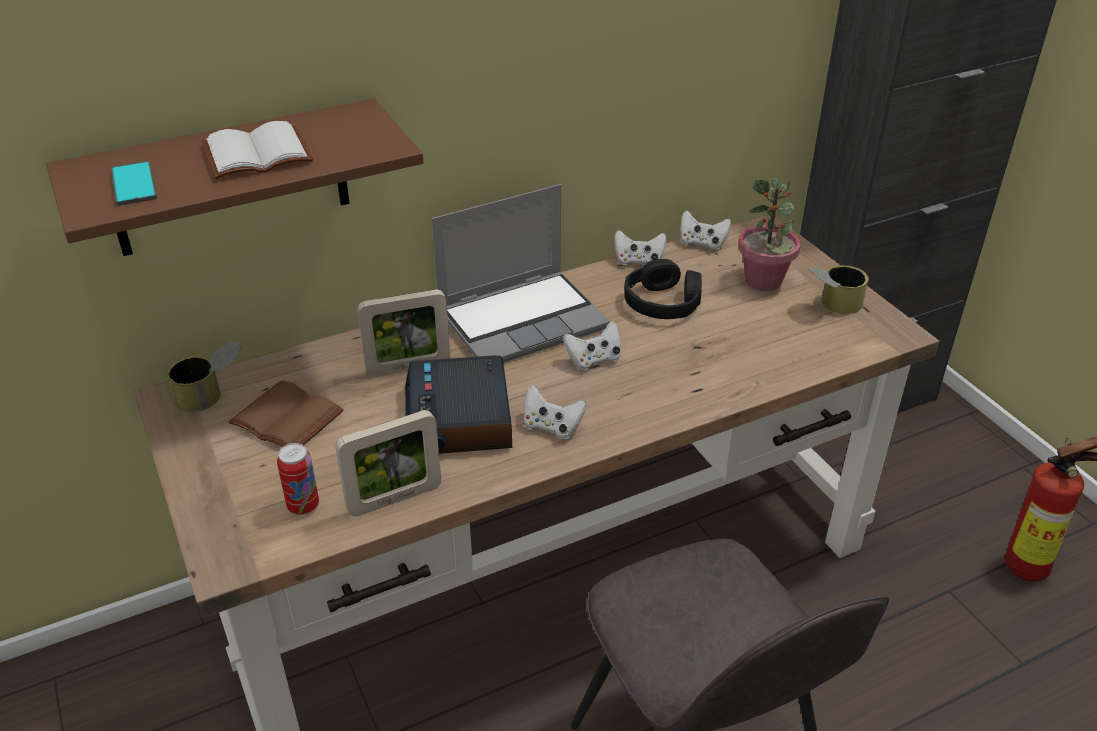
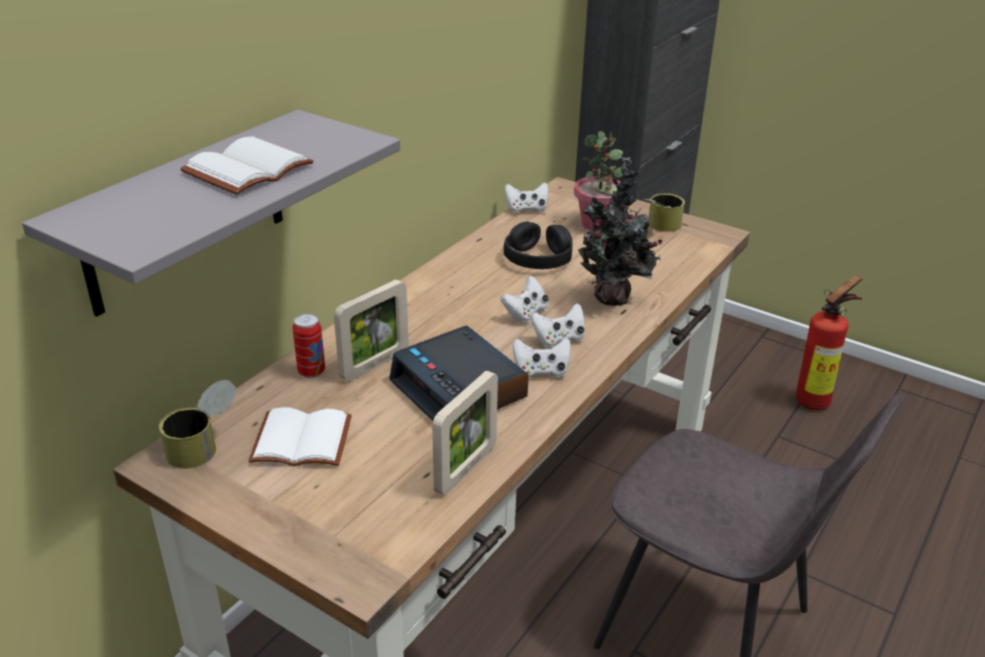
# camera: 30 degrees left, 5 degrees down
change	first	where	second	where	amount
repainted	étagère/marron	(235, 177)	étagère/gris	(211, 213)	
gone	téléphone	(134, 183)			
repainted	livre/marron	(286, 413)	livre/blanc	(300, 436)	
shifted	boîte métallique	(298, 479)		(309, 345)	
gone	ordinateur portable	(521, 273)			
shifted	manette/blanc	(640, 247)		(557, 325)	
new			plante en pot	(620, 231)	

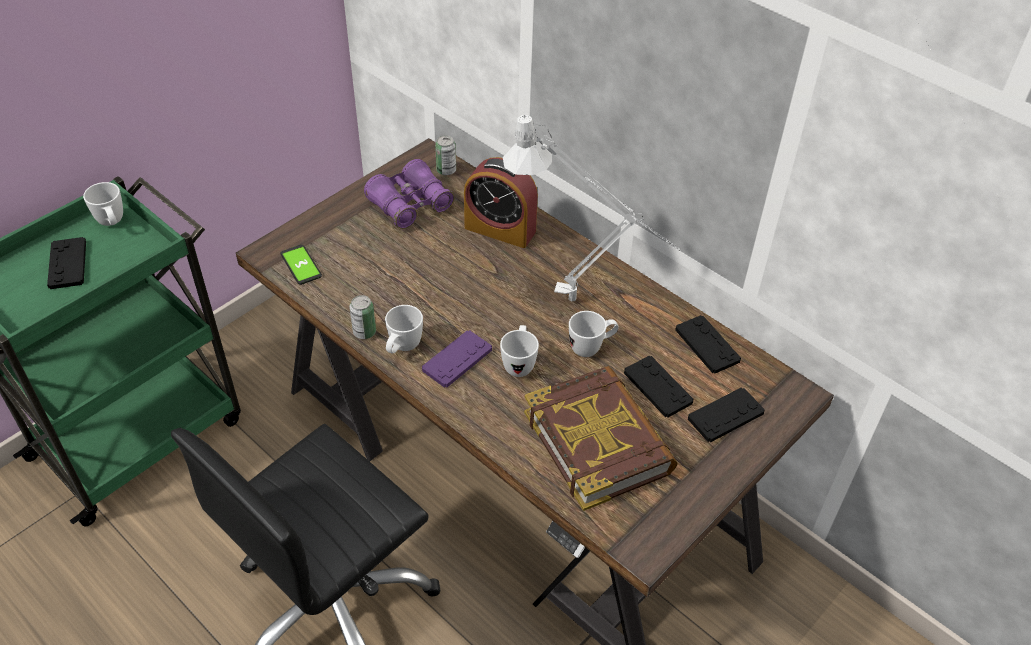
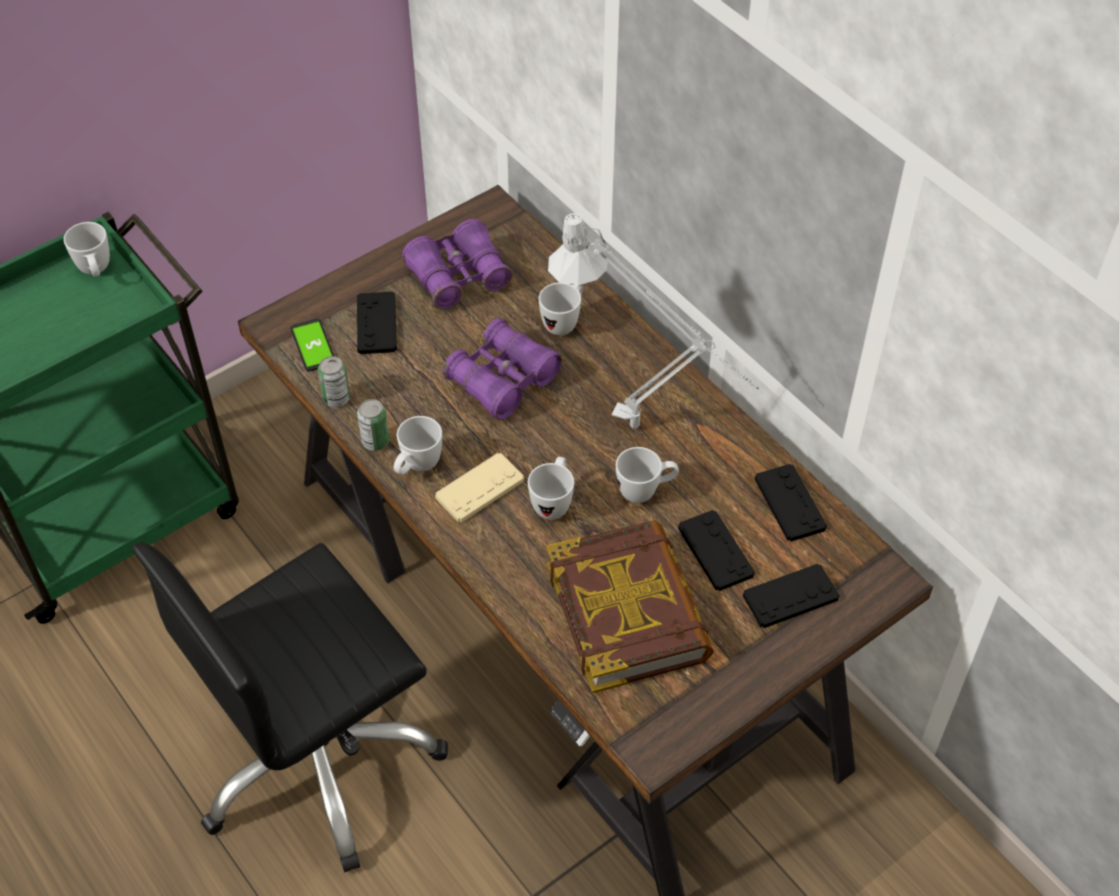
# camera: 10 degrees right, 5 degrees up
change	first	where	second	where	amount
shifted	manette/noir	(66, 263)		(377, 323)	
repainted	manette/violet	(457, 359)	manette/beige	(479, 488)	
shifted	boîte métallique	(445, 155)		(334, 381)	
swapped	réveil	(501, 202)	mug/blanc	(561, 309)	
new			jumelles/violet	(502, 369)	

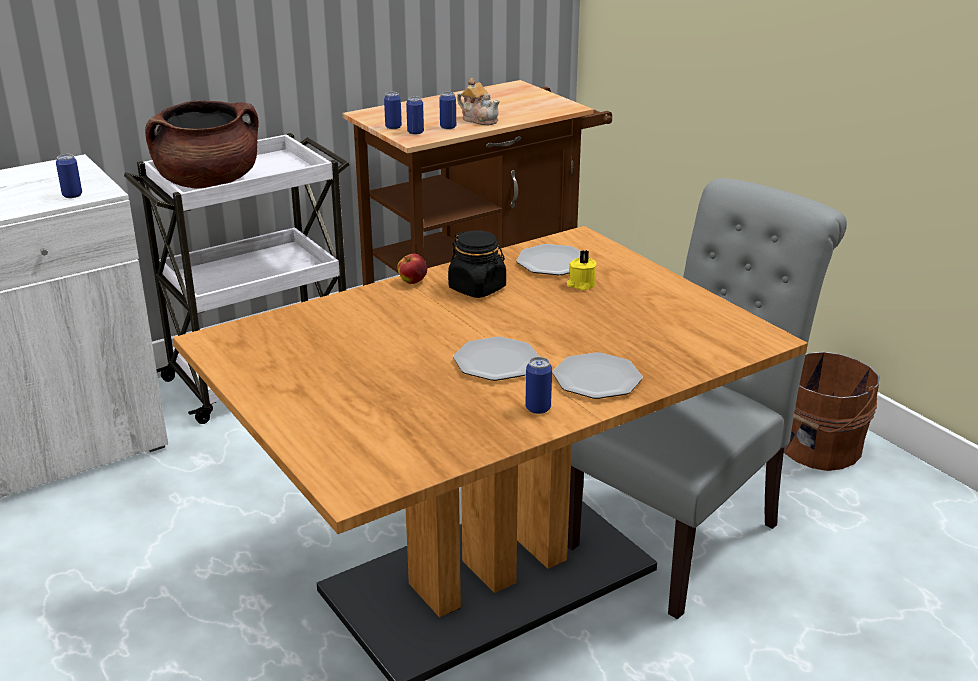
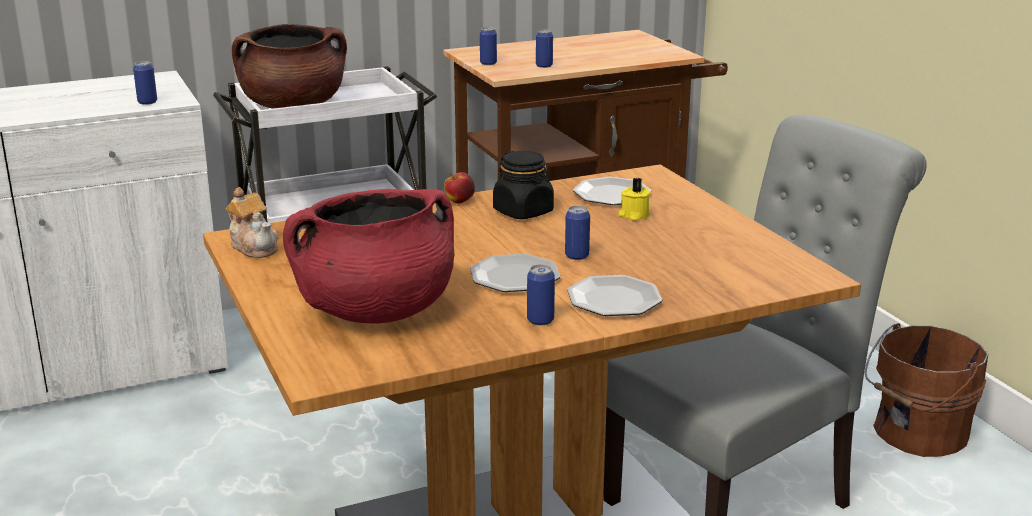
# camera: 10 degrees right, 5 degrees down
change	first	where	second	where	amount
shifted	boîte métallique	(415, 115)		(577, 232)	
shifted	théière	(478, 101)		(252, 222)	
new			marmite/rouge	(368, 256)	

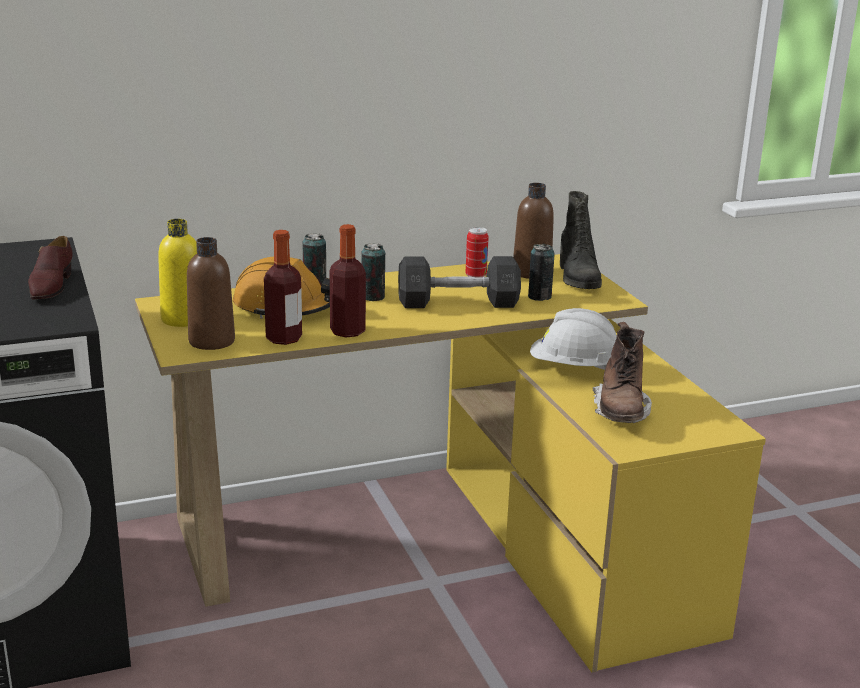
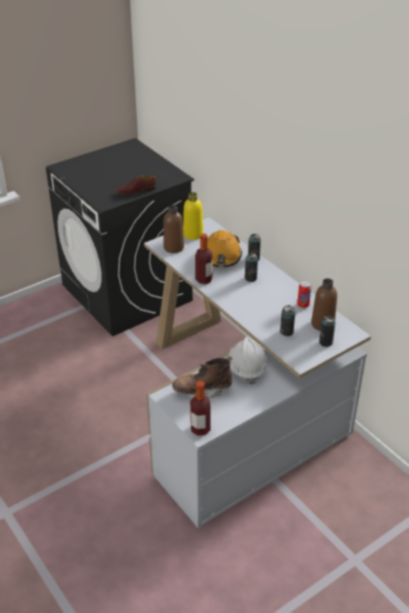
# camera: 75 degrees right, 15 degrees up
change	first	where	second	where	amount
repainted	bureau/jaune	(450, 463)	bureau/blanc	(257, 372)	
shifted	bouteille	(283, 287)		(200, 408)	
gone	haltère/gris	(459, 282)			
swapped	botte/noir	(581, 240)	boîte métallique	(327, 331)	

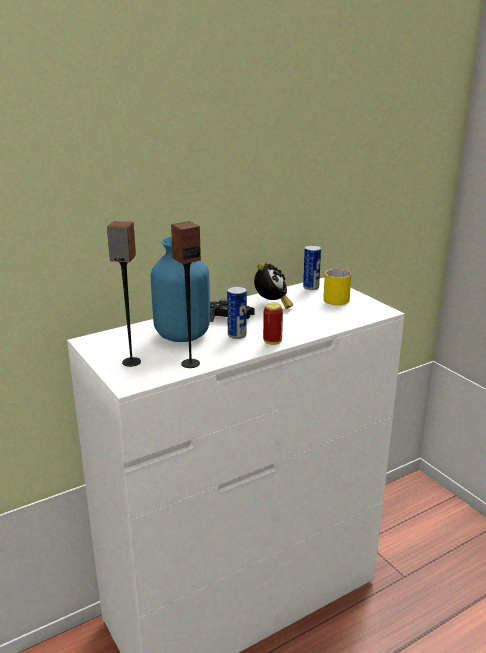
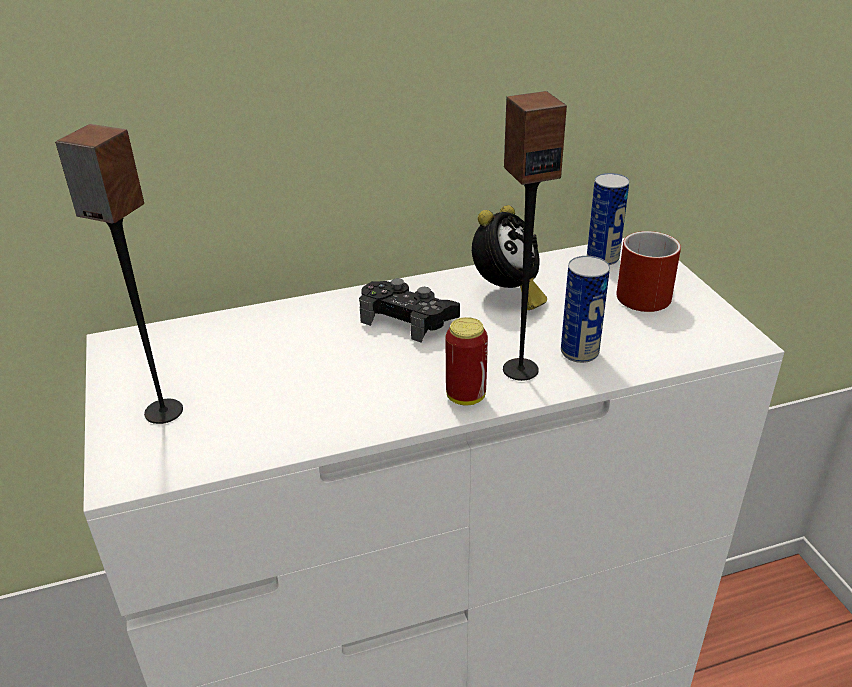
# camera: 15 degrees right, 10 degrees up
change	first	where	second	where	amount
gone	vase/bleu	(180, 289)			
shifted	enceinte	(186, 294)		(535, 236)	
shifted	boîte métallique	(237, 312)		(585, 309)	
repainted	mug/jaune	(337, 287)	mug/rouge	(648, 271)	

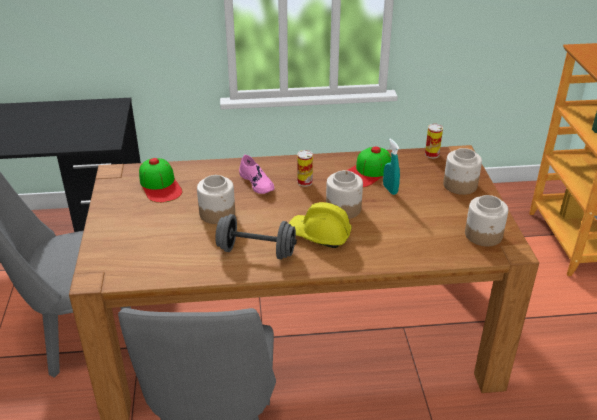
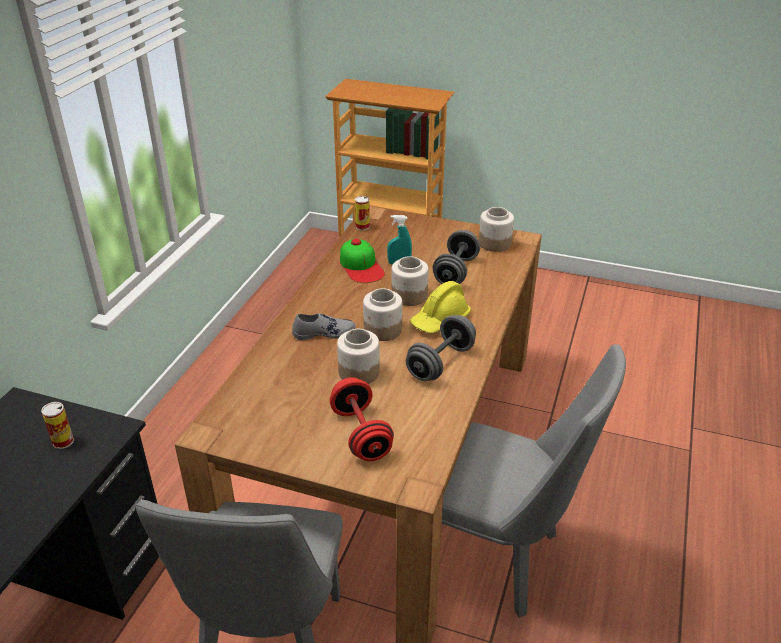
# camera: 65 degrees left, 0 degrees up
change	first	where	second	where	amount
gone	casquette	(160, 180)			
repainted	chaussure/rose	(256, 174)	chaussure/gris	(324, 326)	
shifted	boîte métallique	(305, 168)		(57, 425)	
shifted	bocal	(462, 171)		(382, 314)	
new			haltère/rouge	(362, 419)	
new			haltère/gris	(456, 257)	

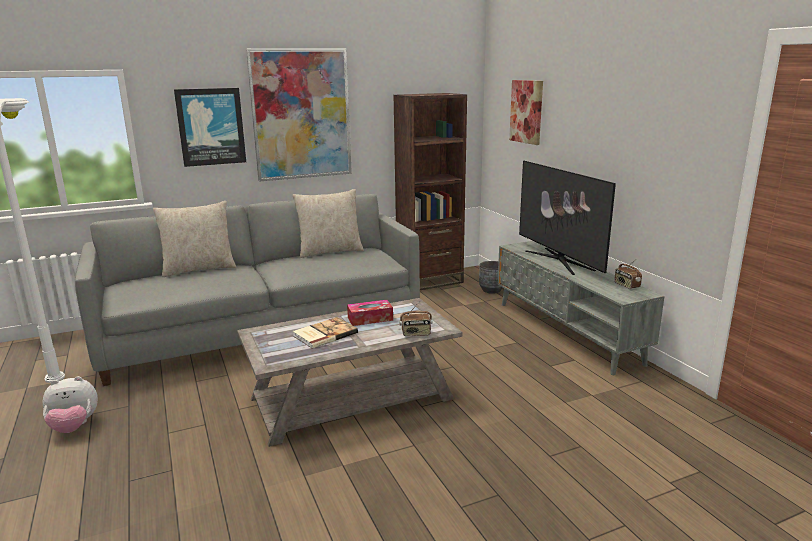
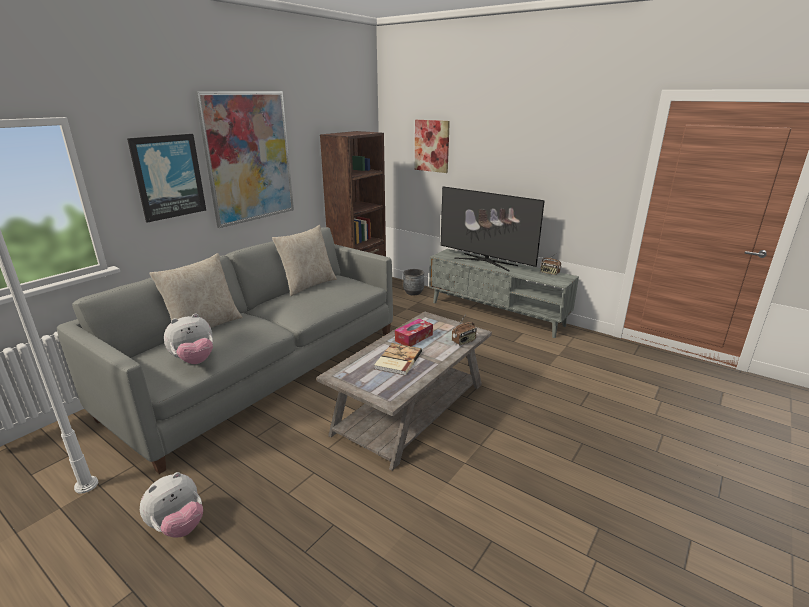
# camera: 30 degrees left, 5 degrees up
change	first	where	second	where	amount
new			peluche	(188, 338)	

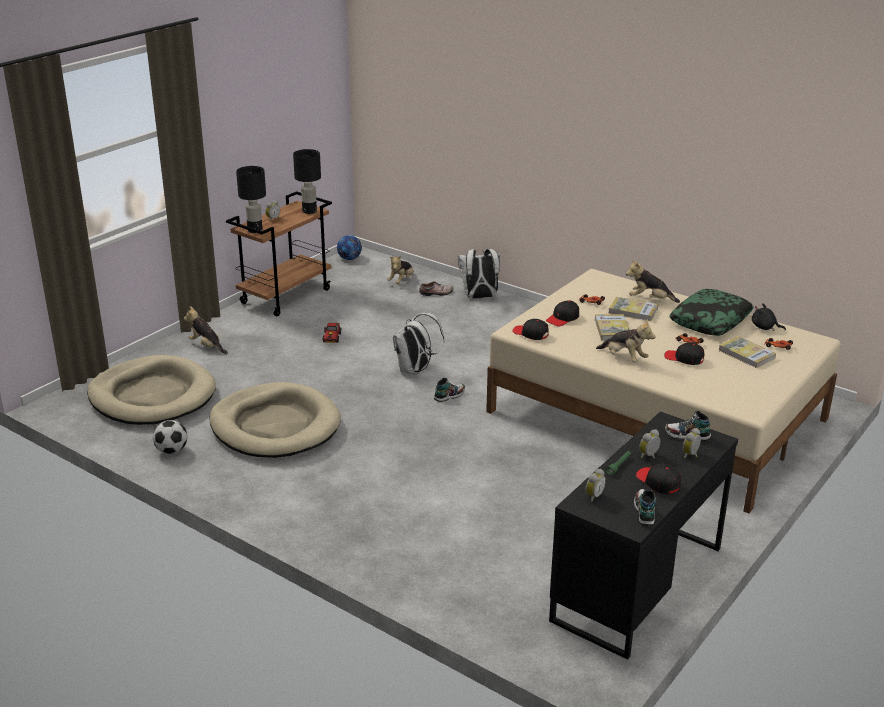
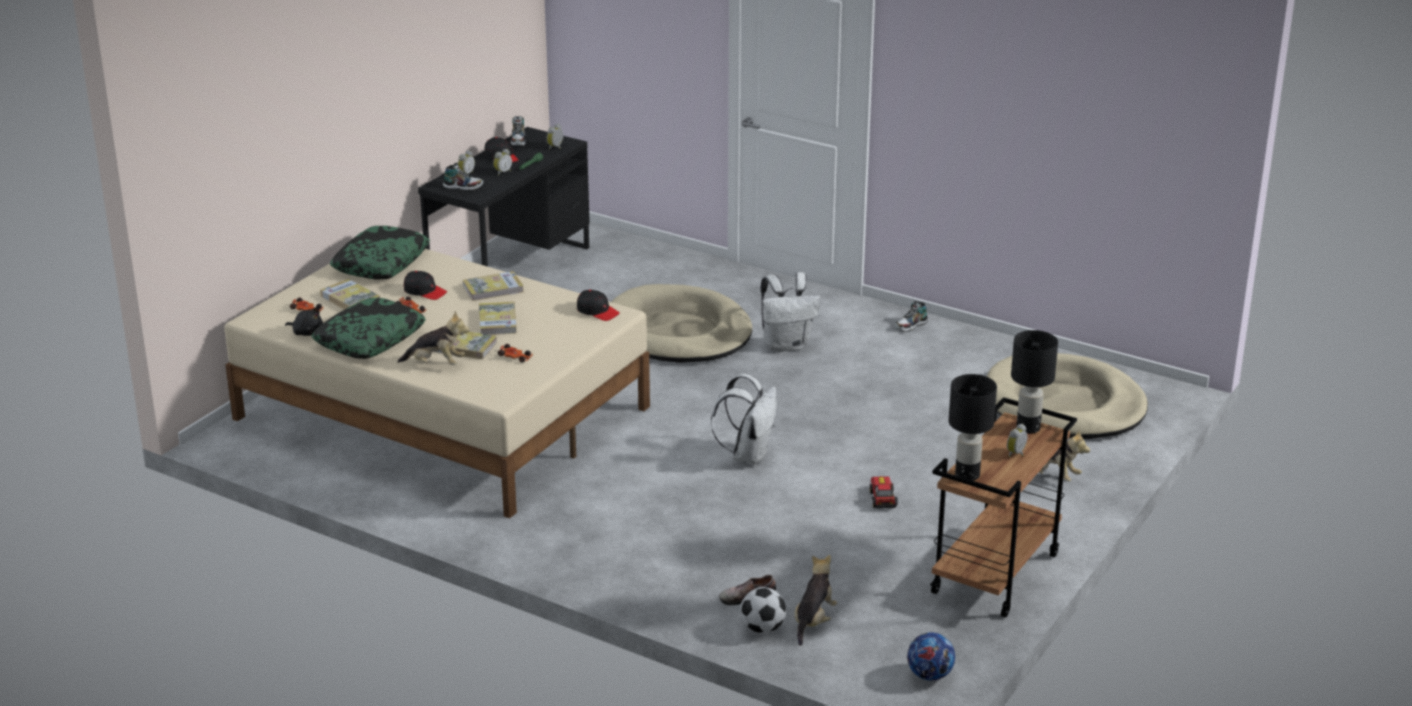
# camera: 175 degrees right, 0 degrees up
change	first	where	second	where	amount
shifted	ballon de foot	(170, 437)		(763, 610)	
shifted	panier pour chien/beige	(275, 420)		(681, 323)	
shifted	chaussure	(449, 390)		(911, 316)	
shifted	sac à dos/blanc	(479, 274)		(791, 312)	
gone	casquette/noir	(562, 314)			
swapped	peluche	(626, 340)	livre	(493, 286)	
new			coussin	(380, 252)	

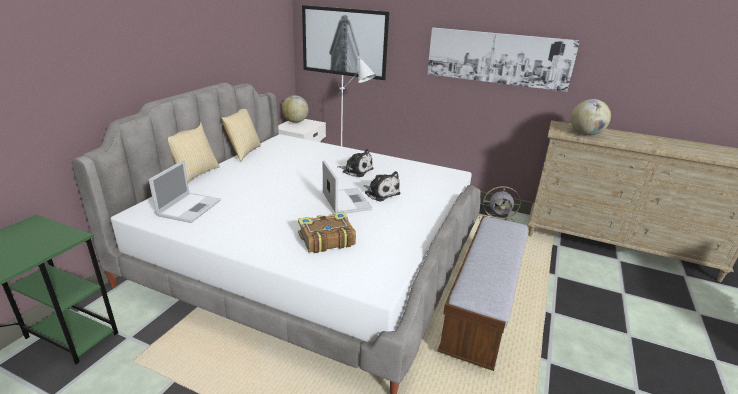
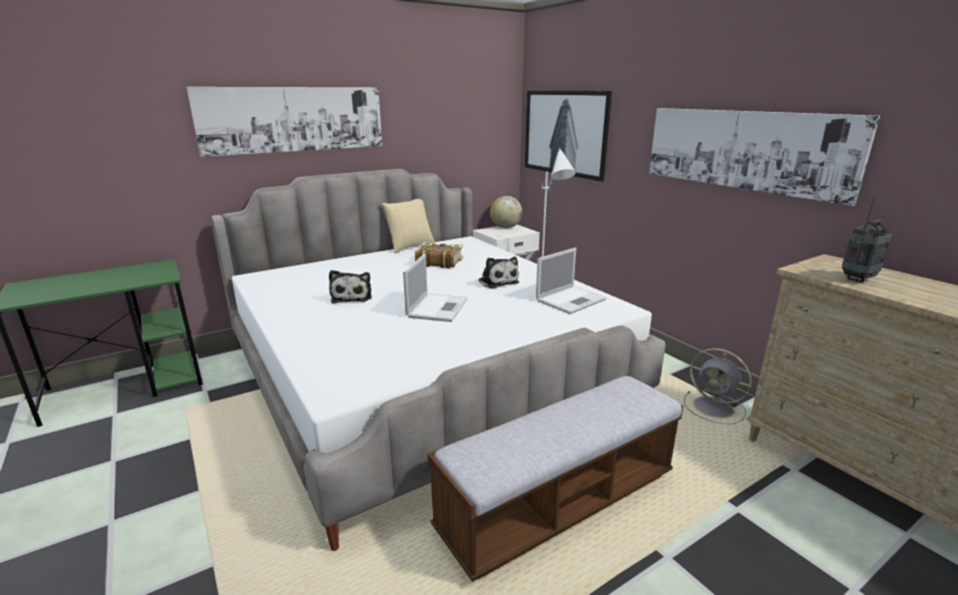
# camera: 35 degrees right, 5 degrees down
change	first	where	second	where	amount
shifted	ordinateur portable	(185, 191)		(571, 281)	
gone	coussin	(194, 152)			
shifted	livre	(327, 232)		(439, 255)	
shifted	peluche	(382, 186)		(350, 287)	
swapped	globe	(591, 117)	radio	(867, 239)	
new			tableau	(284, 122)	

